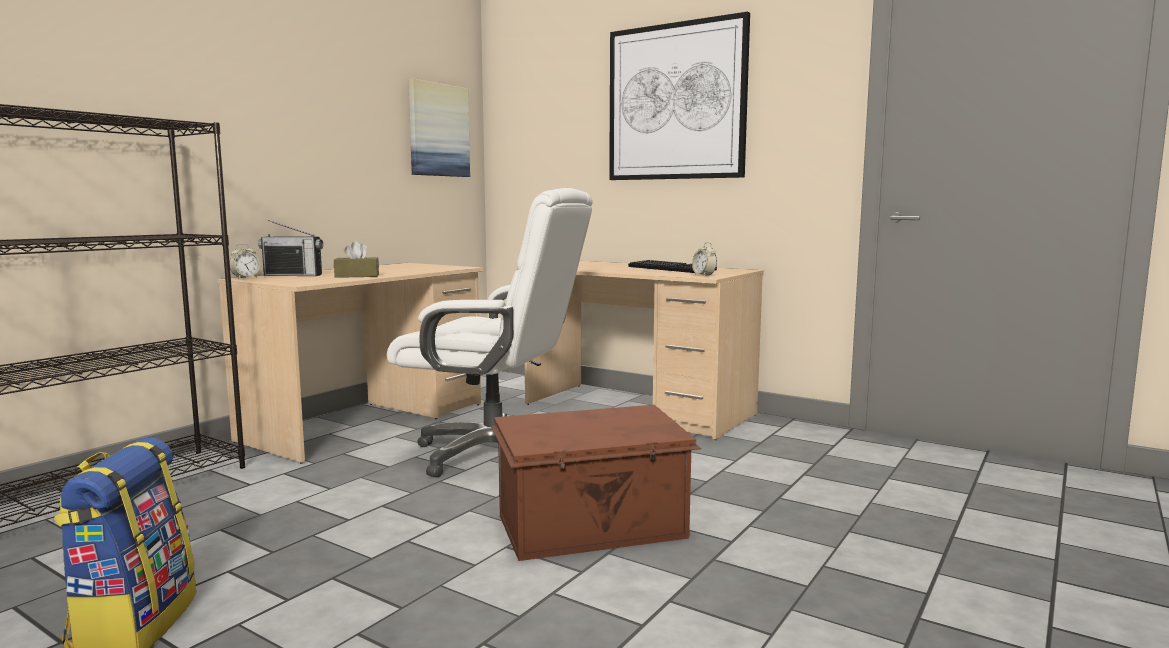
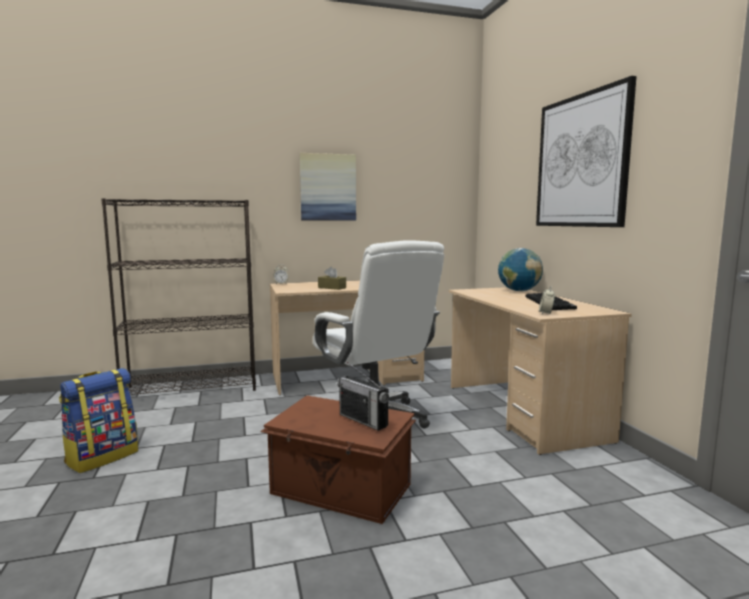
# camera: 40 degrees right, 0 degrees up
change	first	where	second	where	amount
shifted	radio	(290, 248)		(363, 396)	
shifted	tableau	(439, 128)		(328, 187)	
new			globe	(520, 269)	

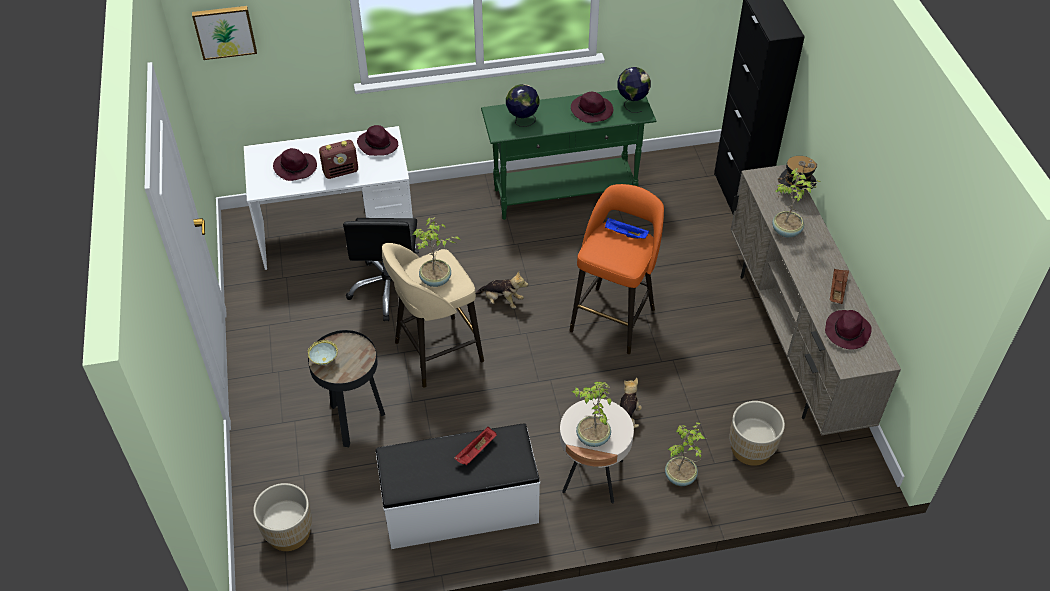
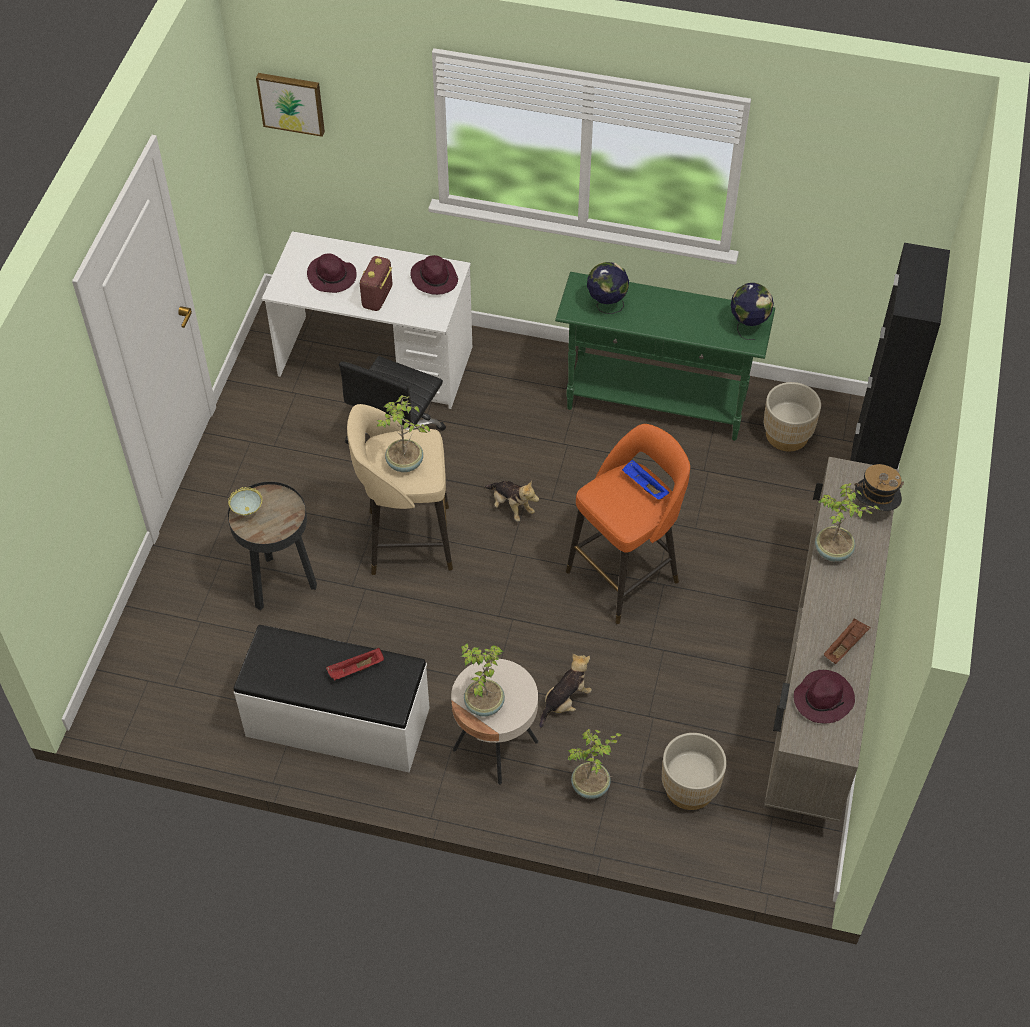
# camera: 25 degrees right, 5 degrees up
change	first	where	second	where	amount
shifted	cache-pot/beige	(282, 517)		(792, 417)	
rotated	radio	(338, 159)		(376, 283)	105 degrees clockwise
gone	chapeau/violet	(592, 107)			

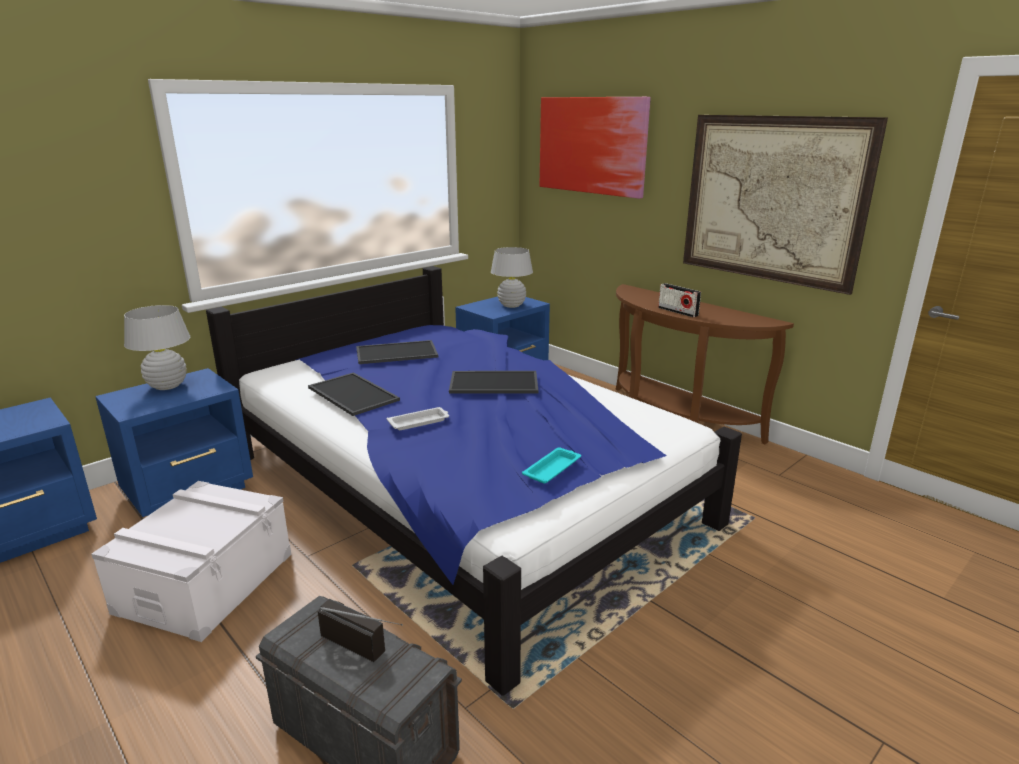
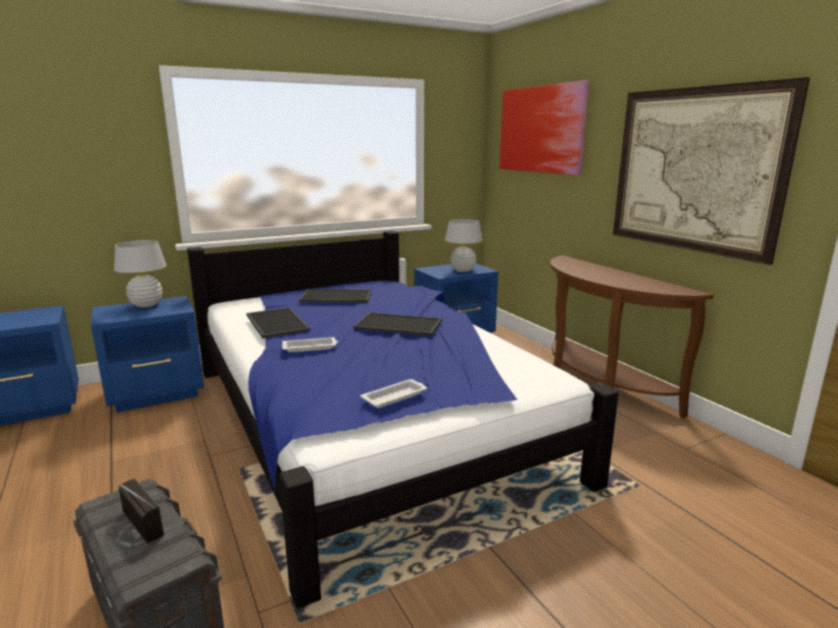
# camera: 15 degrees right, 5 degrees down
change	first	where	second	where	amount
gone	boîte de rangement/blanc	(191, 561)			
repainted	plateau/turquoise	(551, 466)	plateau/blanc	(393, 393)	
gone	radio	(679, 300)			

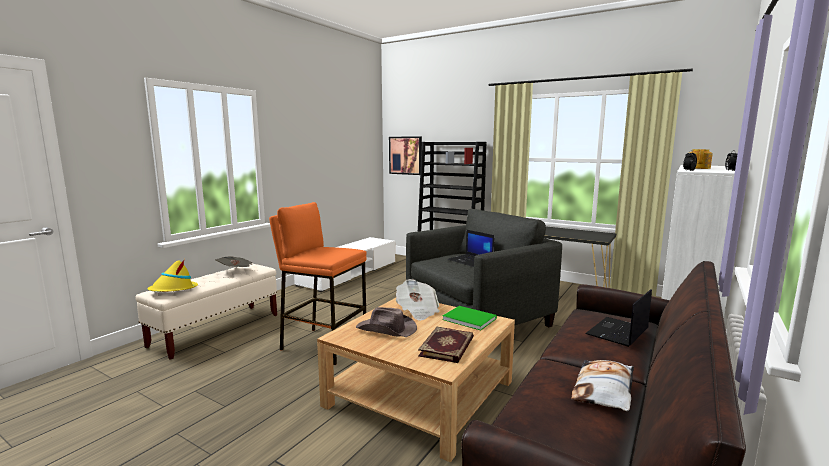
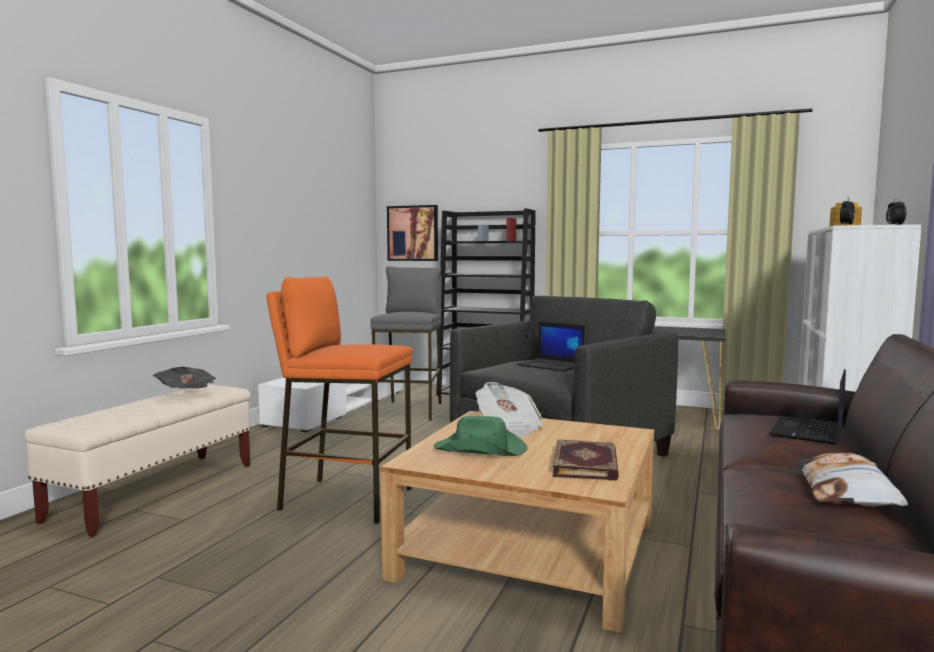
# camera: 10 degrees left, 5 degrees down
change	first	where	second	where	amount
gone	chapeau/jaune	(172, 275)			
repainted	chapeau/marron	(386, 322)	chapeau/vert	(481, 436)	
gone	livre/vert	(469, 318)			
new			tabouret/gris	(406, 343)	

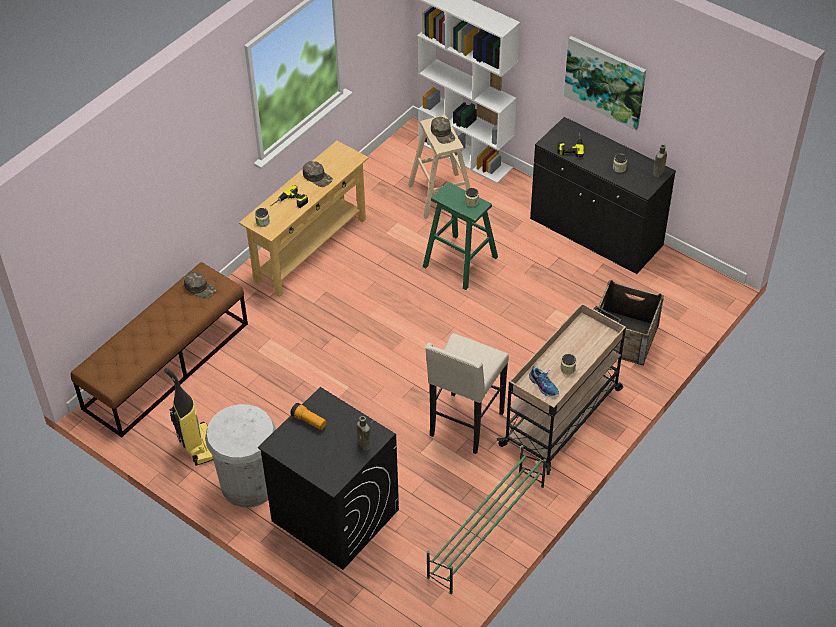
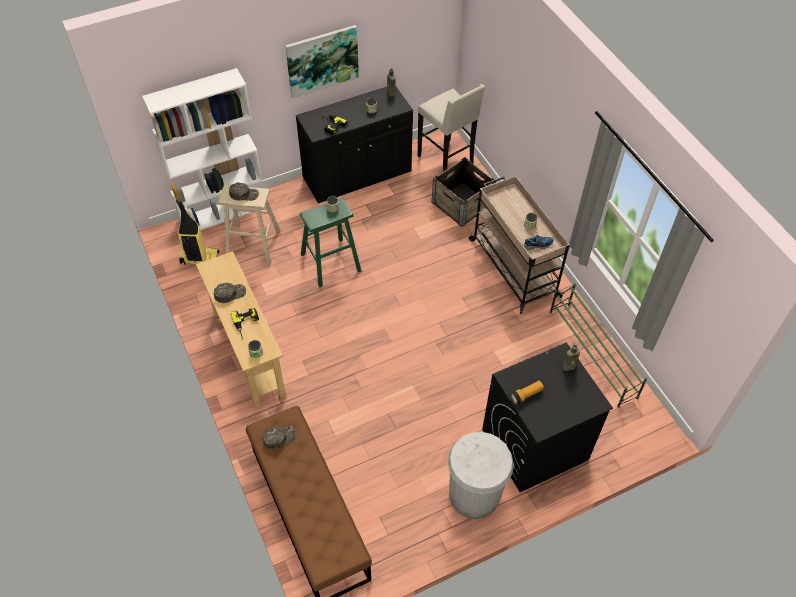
# camera: 65 degrees left, 5 degrees up
change	first	where	second	where	amount
shifted	aspirateur	(188, 417)		(197, 232)	
shifted	tabouret/beige	(467, 393)		(451, 131)	

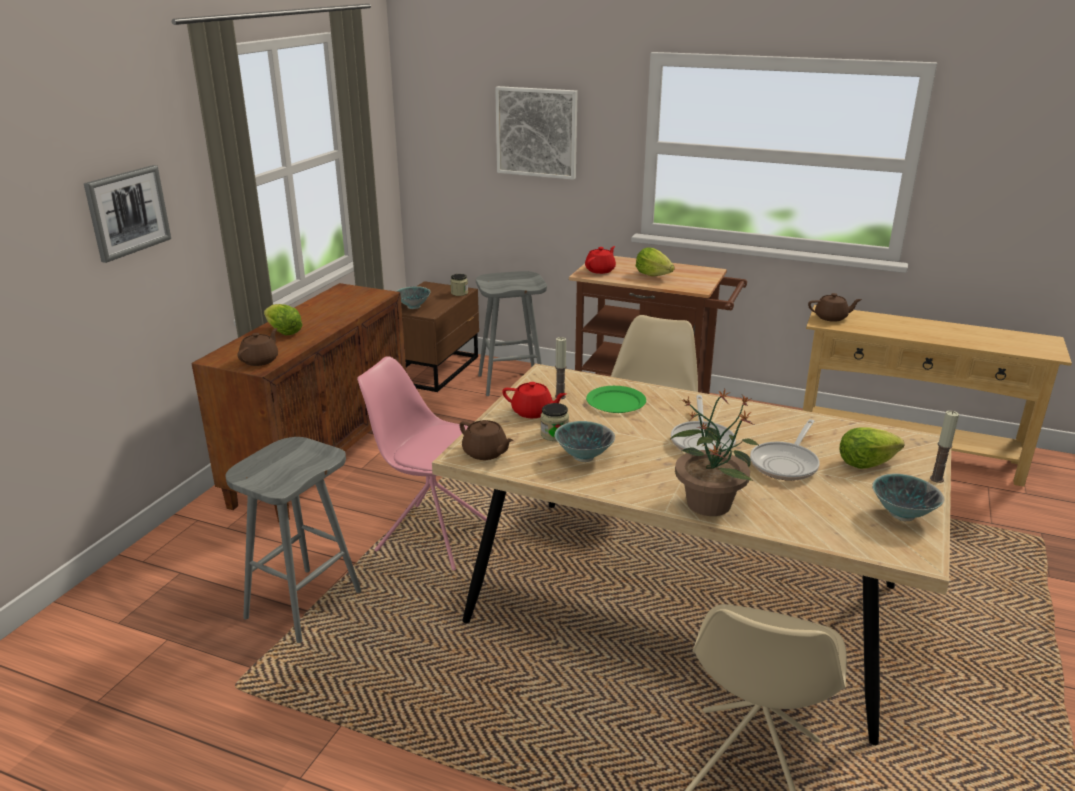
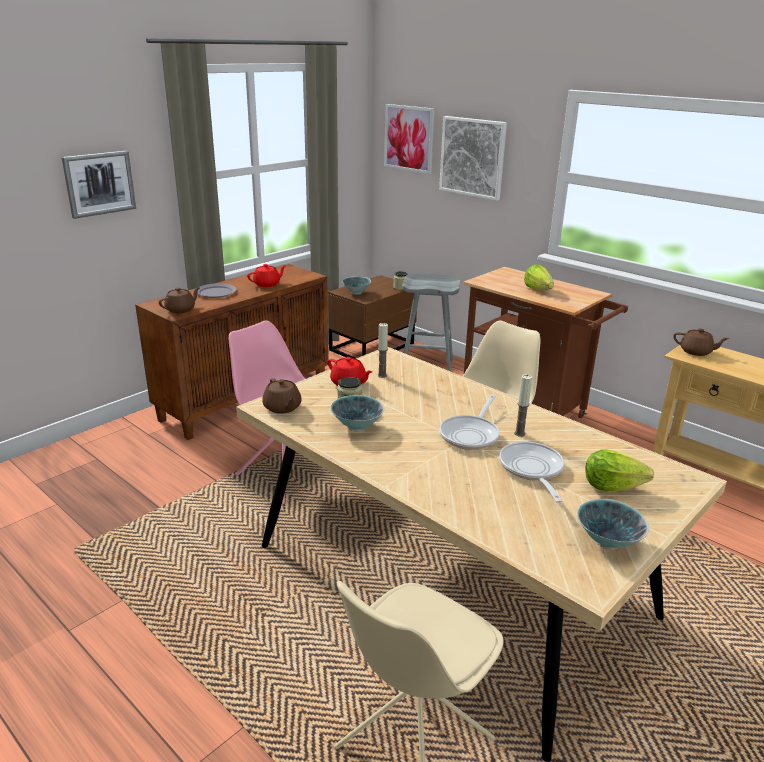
# camera: 20 degrees right, 0 degrees up
change	first	where	second	where	amount
gone	tabouret/gris	(293, 540)			
swapped	laitue	(283, 319)	assiette/gris	(217, 290)	
shifted	théière/rouge	(600, 260)		(267, 275)	
gone	assiette/vert	(616, 399)			
gone	plante en pot	(715, 452)			
rotated	poêle	(785, 450)		(531, 472)	120 degrees clockwise
shifted	bougie	(944, 447)		(523, 405)	
new			tableau	(409, 139)	

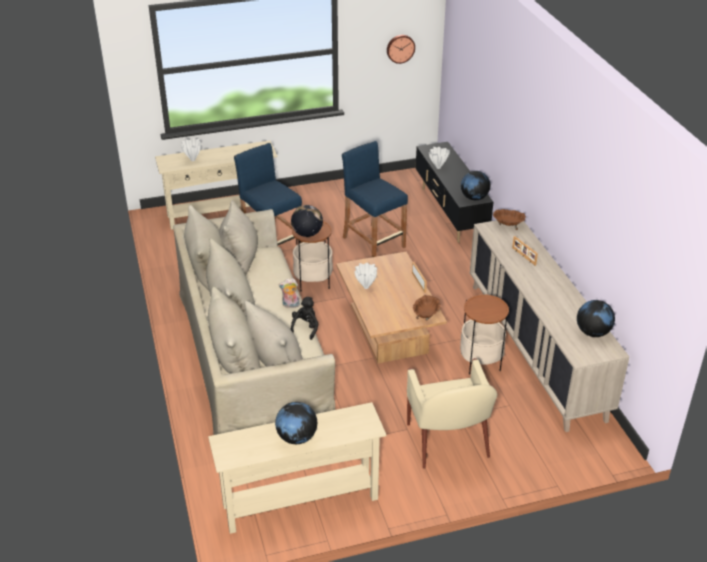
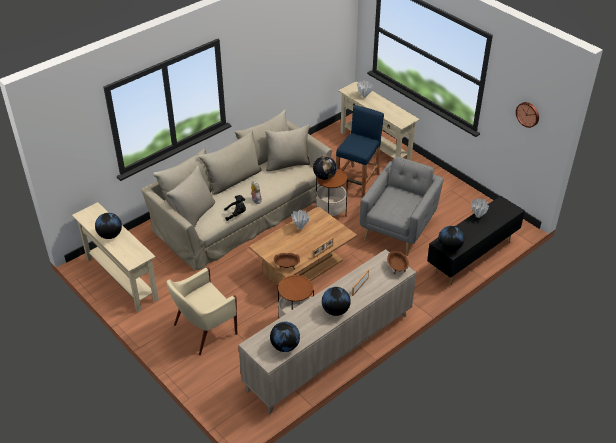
# camera: 65 degrees right, 5 degrees up
change	first	where	second	where	amount
swapped	tabouret/bleu	(375, 199)	fauteuil/gris	(402, 206)	
new			globe	(336, 301)	

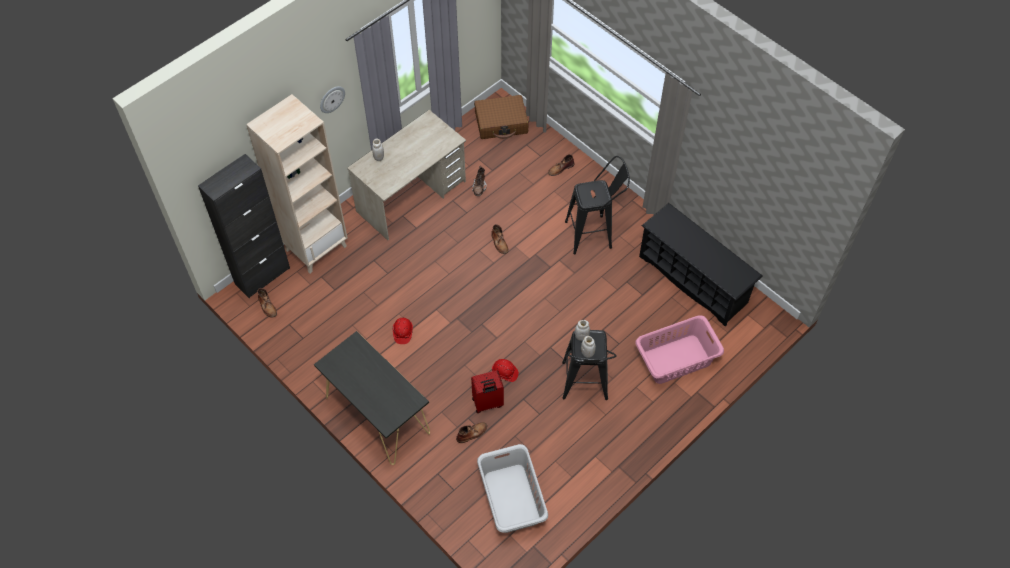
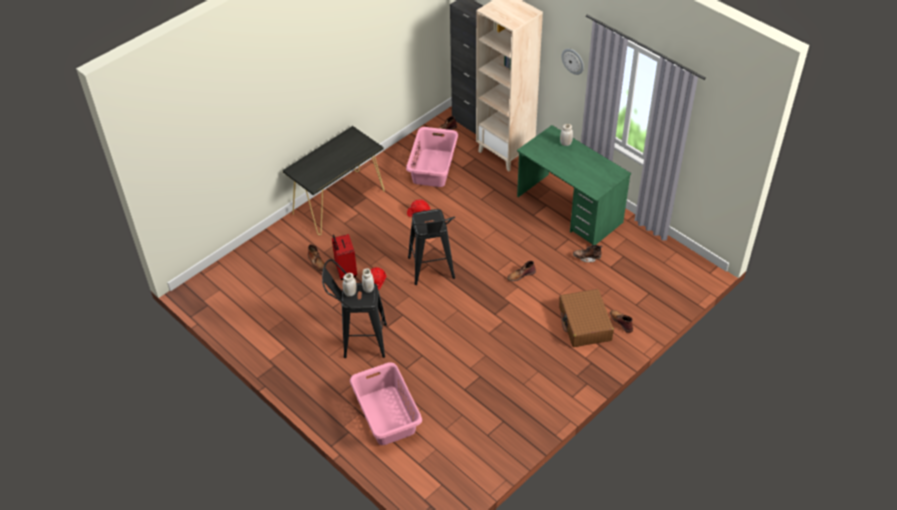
# camera: 90 degrees right, 10 degrees down
change	first	where	second	where	amount
repainted	bureau/beige	(406, 175)	bureau/vert	(574, 185)	
shifted	valise/marron	(501, 117)		(586, 318)	
gone	panier à linge/gris	(512, 488)			
shifted	tabouret/noir	(597, 205)		(431, 247)	
gone	étagère à chaussures/noir	(701, 264)			
new			panier à linge/rose	(432, 157)	

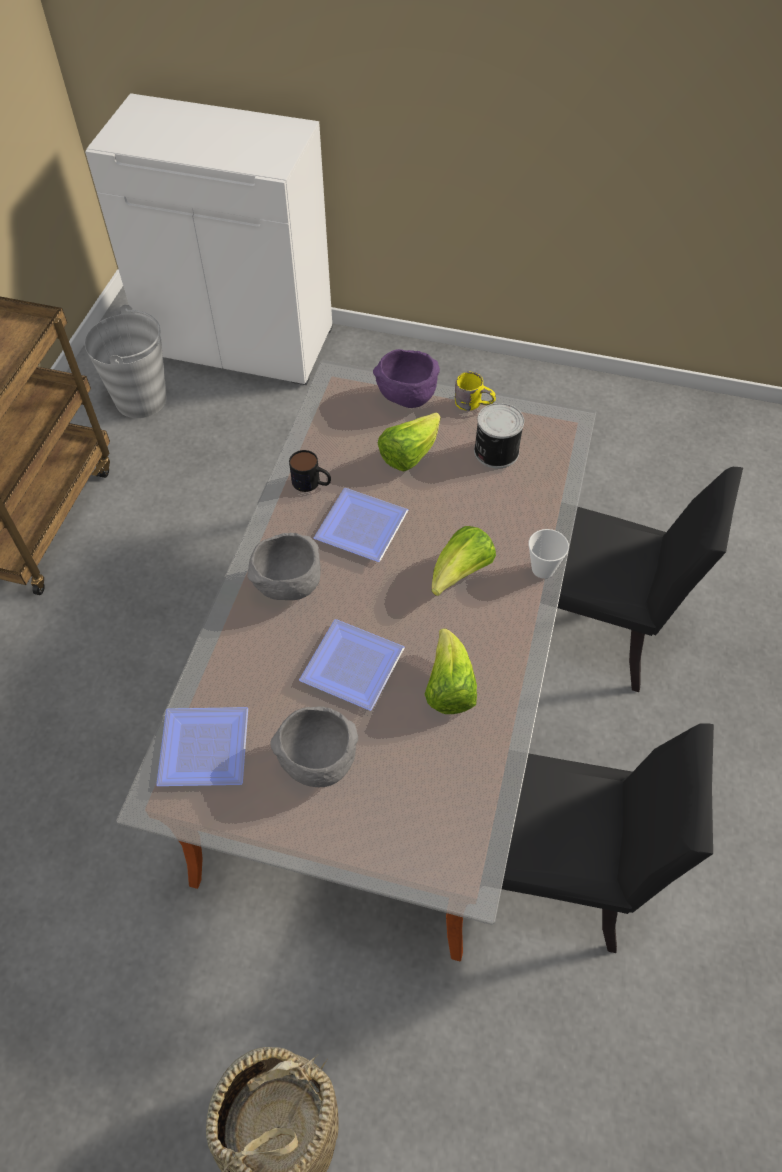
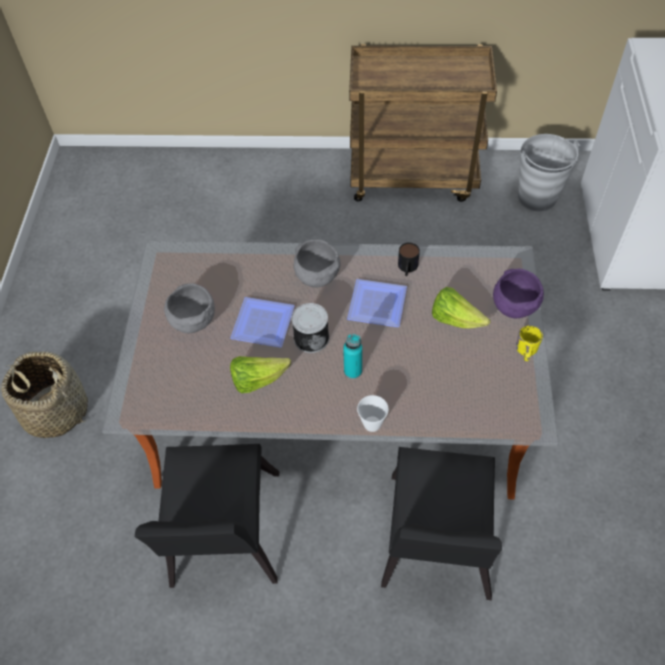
# camera: 80 degrees right, 0 degrees up
change	first	where	second	where	amount
gone	assiette	(202, 746)			
swapped	laitue	(463, 561)	bouteille/turquoise	(352, 356)	
shifted	boîte métallique	(499, 436)		(310, 328)	

